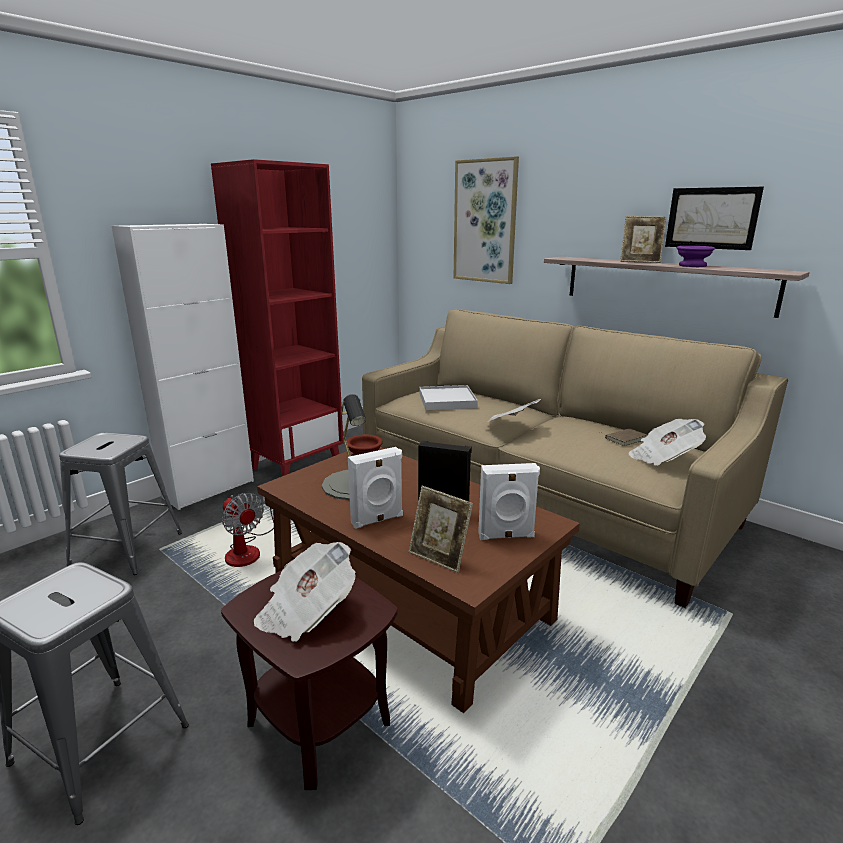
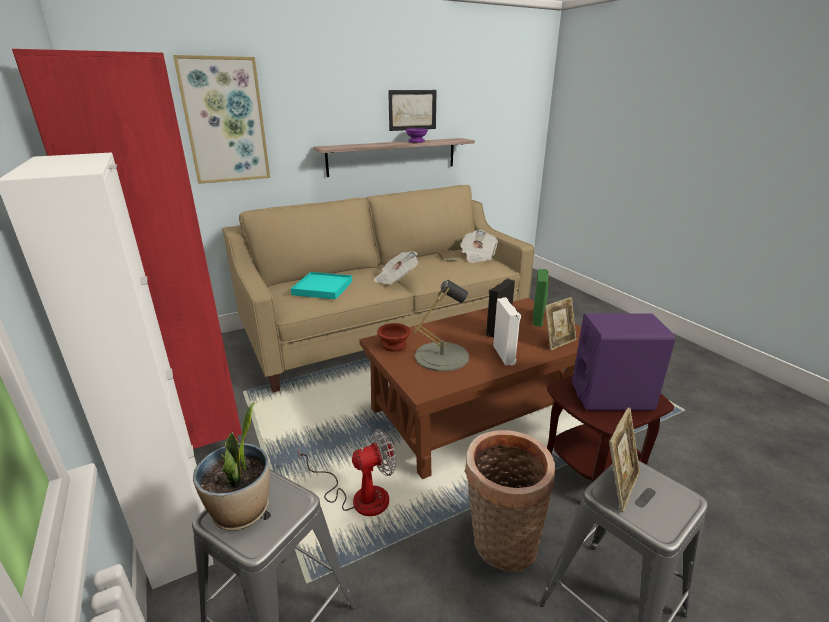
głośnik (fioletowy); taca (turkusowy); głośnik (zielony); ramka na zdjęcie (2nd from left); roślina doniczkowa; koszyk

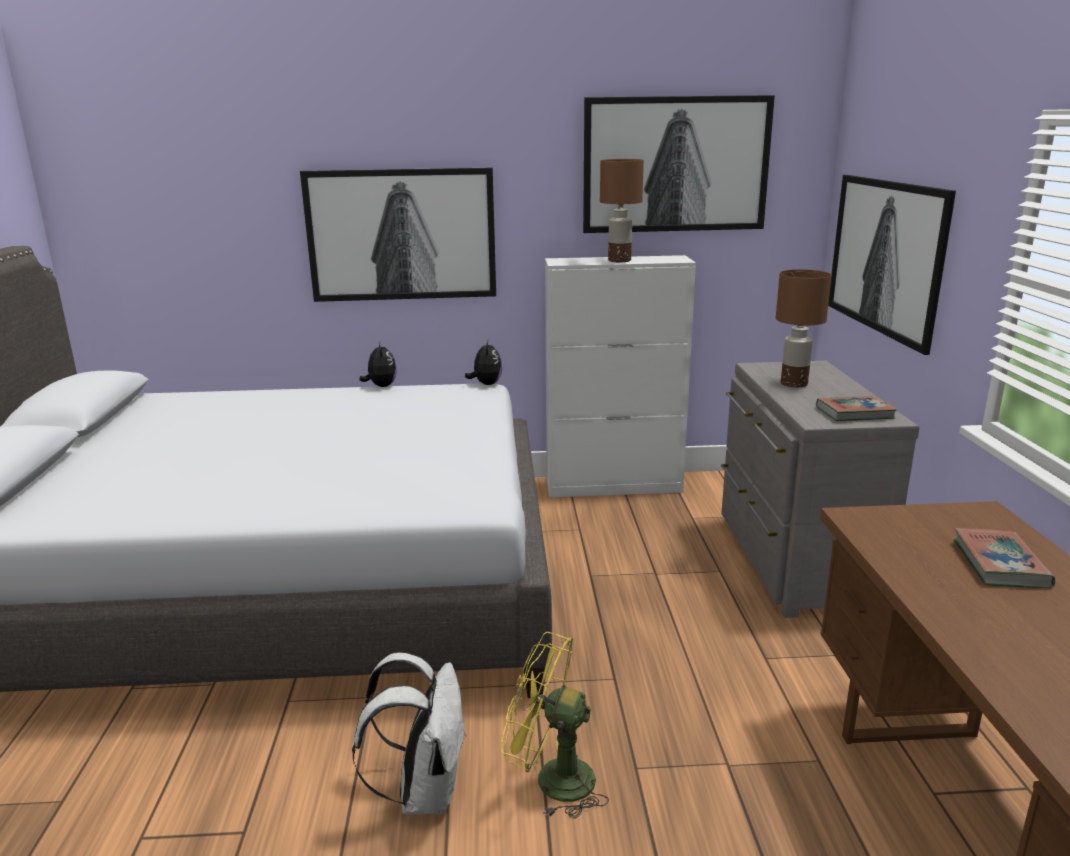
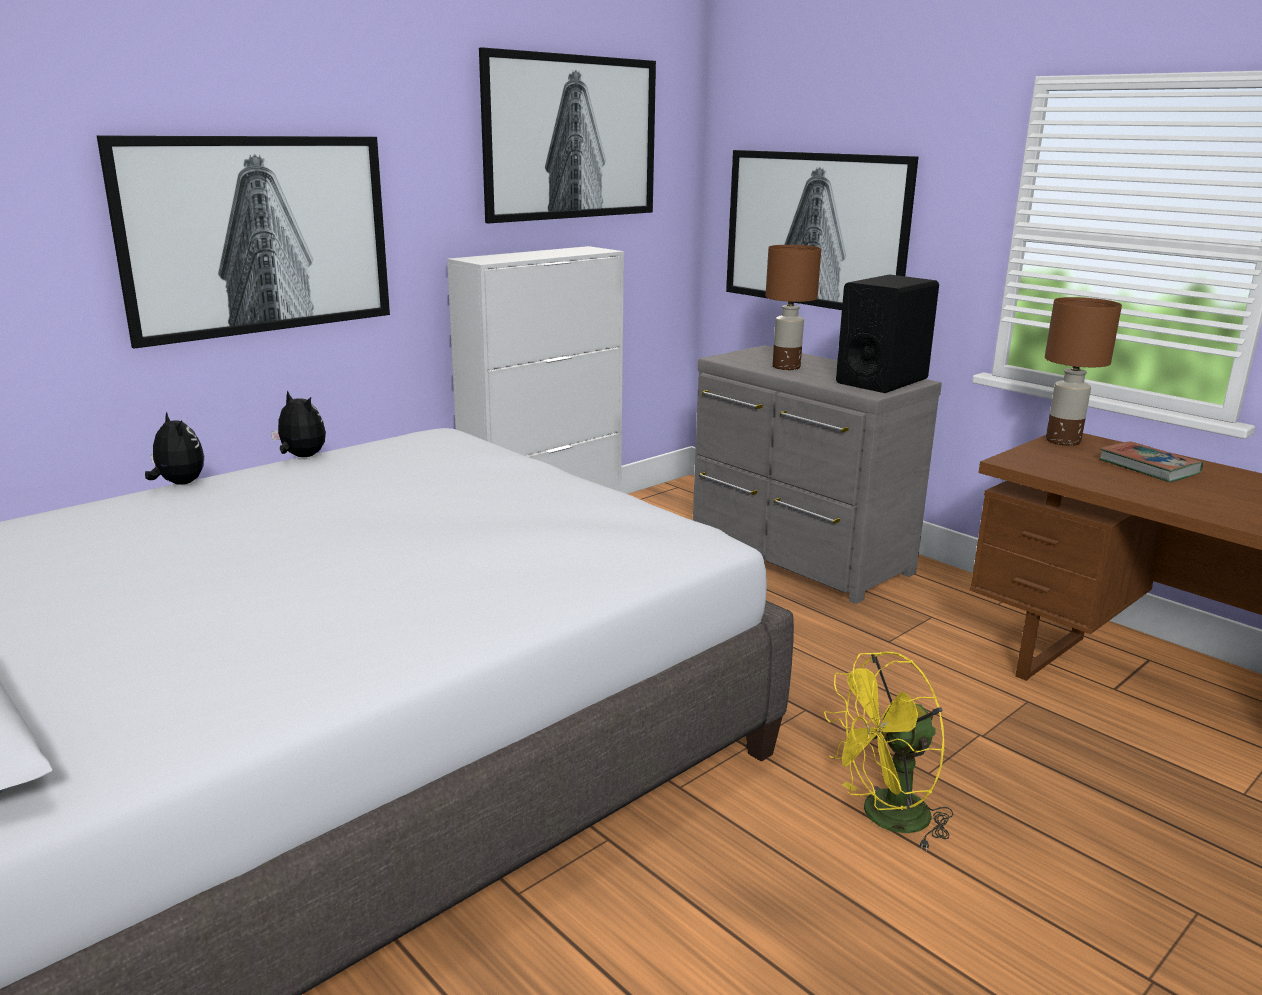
plecak (biały); pluszak (1st from left); lampa stołowa (brązowy) (2nd from left); głośnik (czarny)

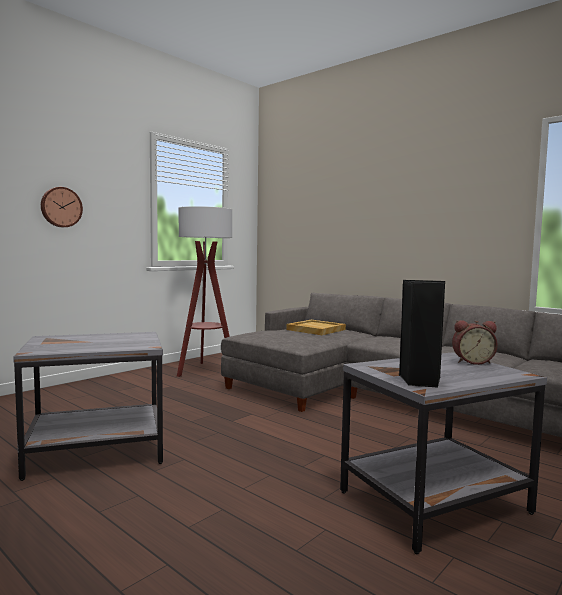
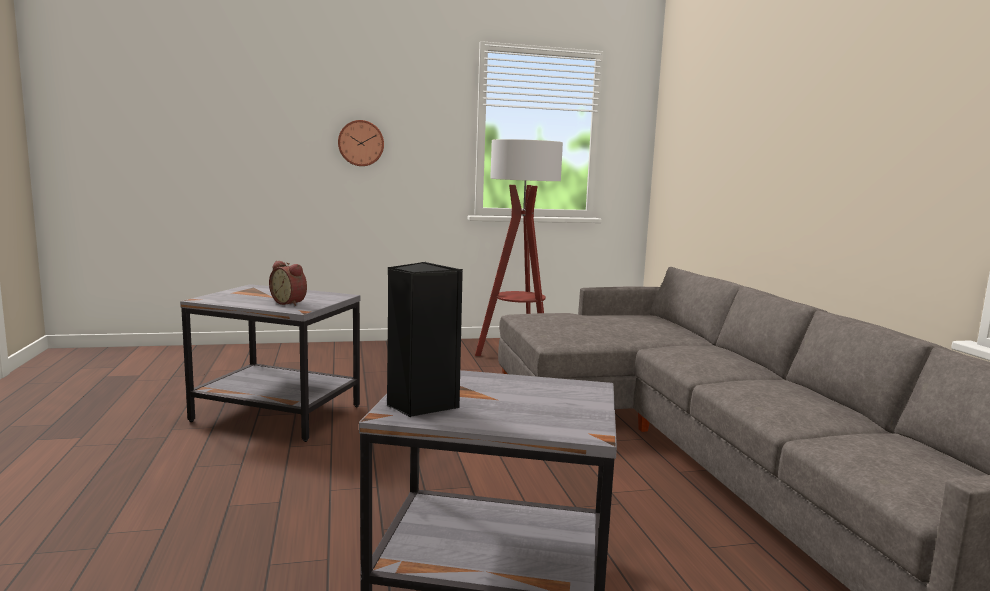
taca (beżowy); budzik

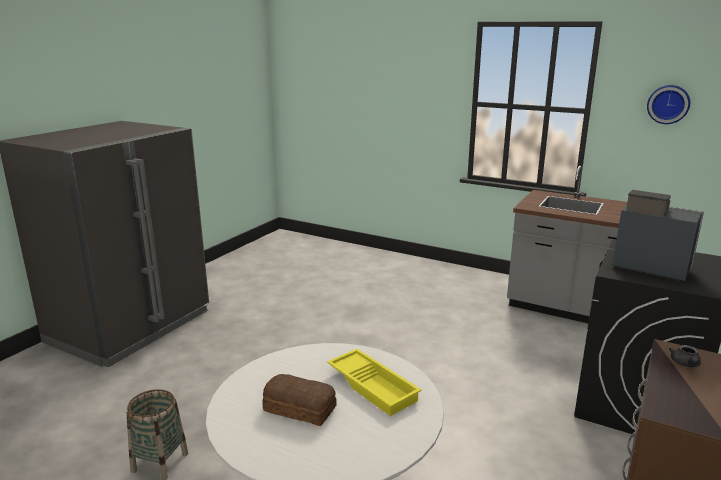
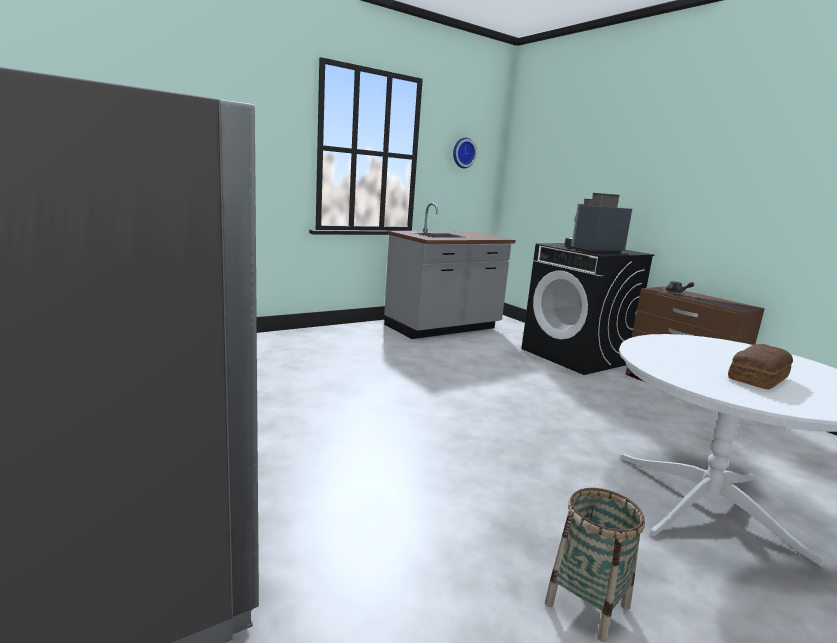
taca (żółty)

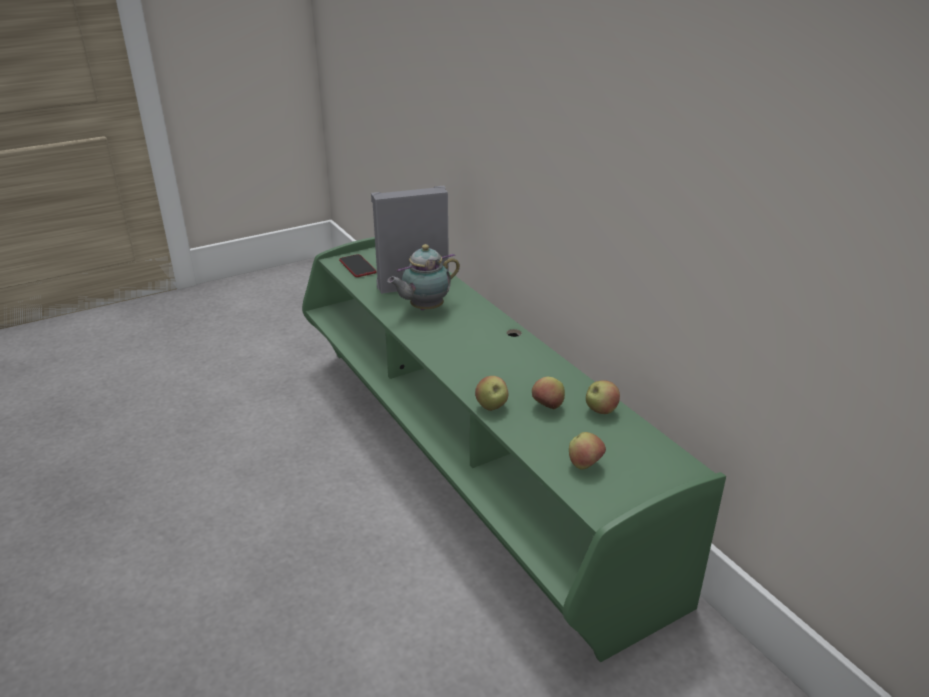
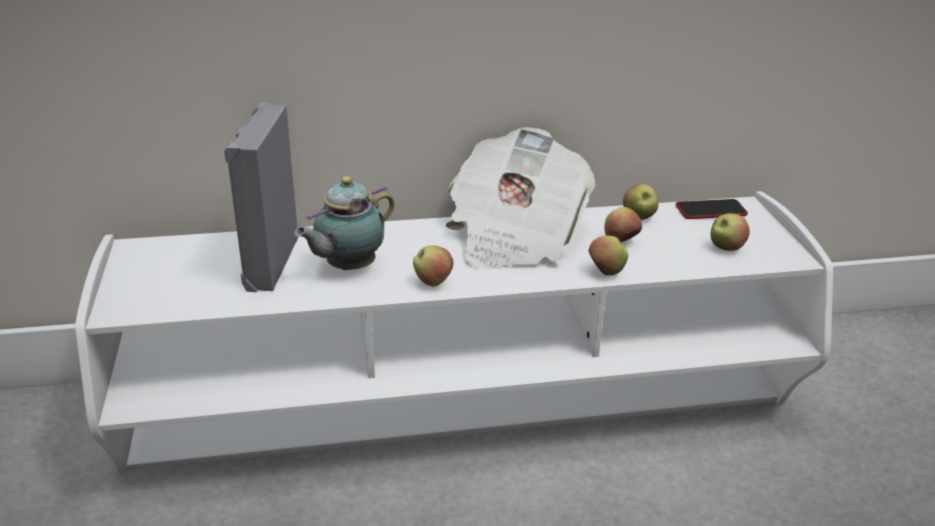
szafka pod telewizor (biały); telefon; imbryk; jabłko (1st from left); gazeta

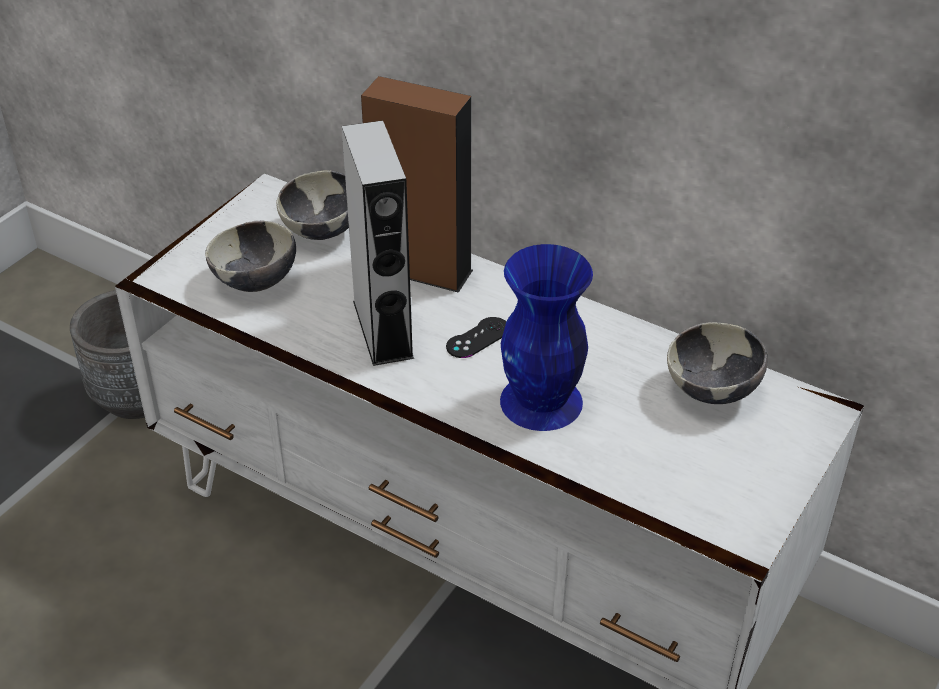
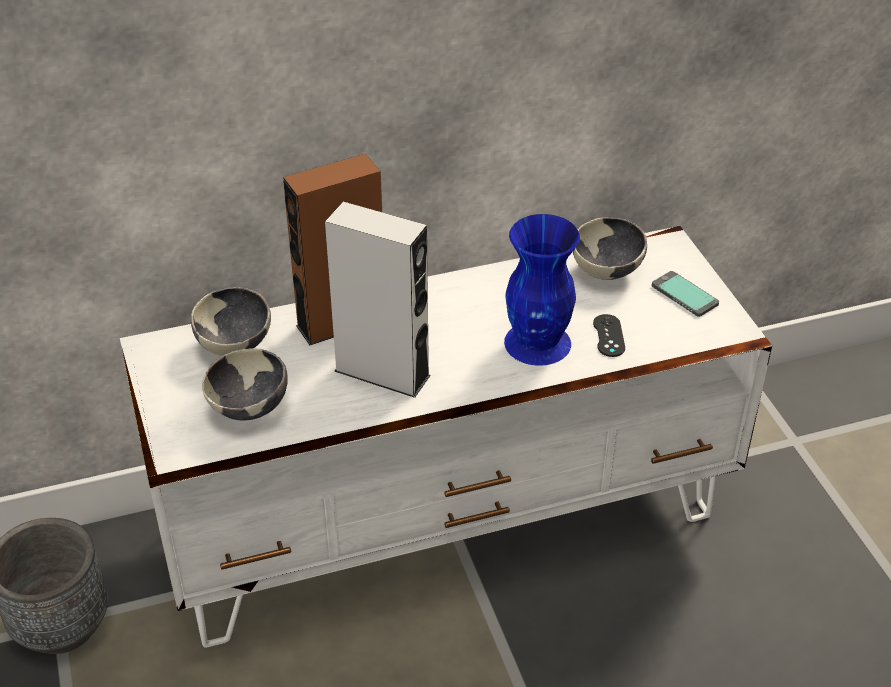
pad do gier (czarny); telefon

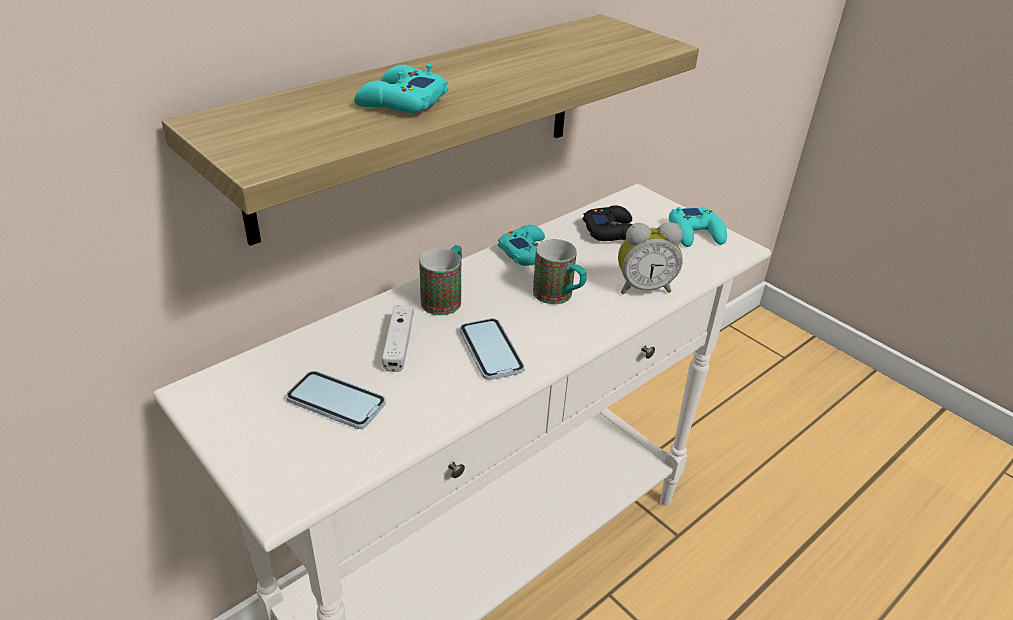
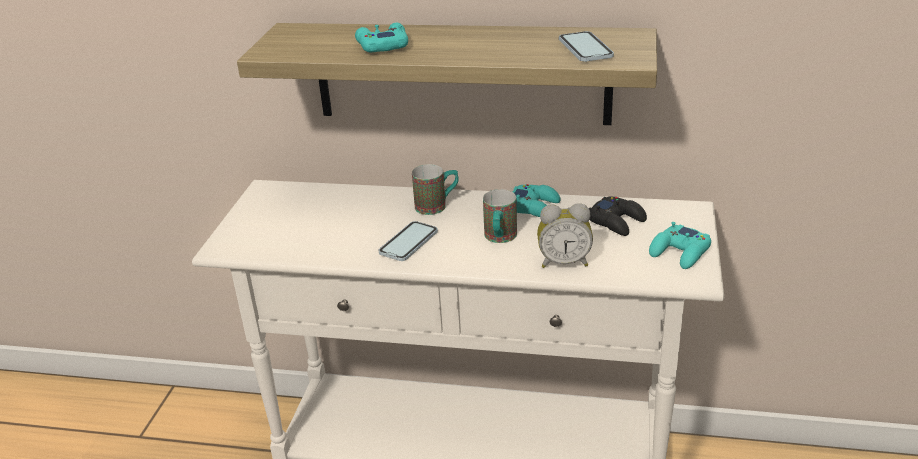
telefon (2nd from left); pad do gier (biały); budzik

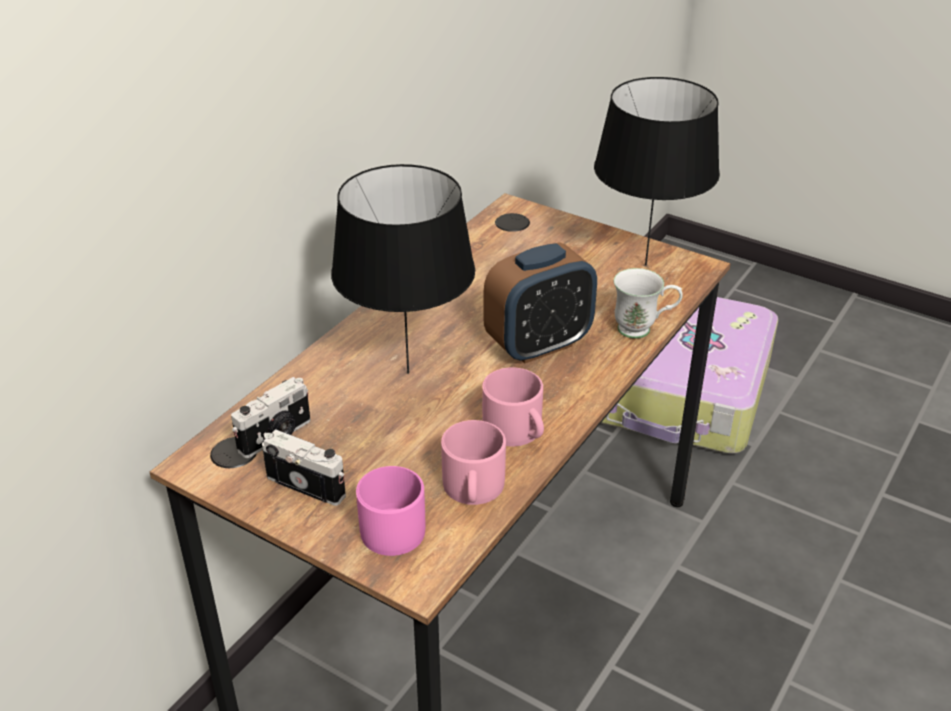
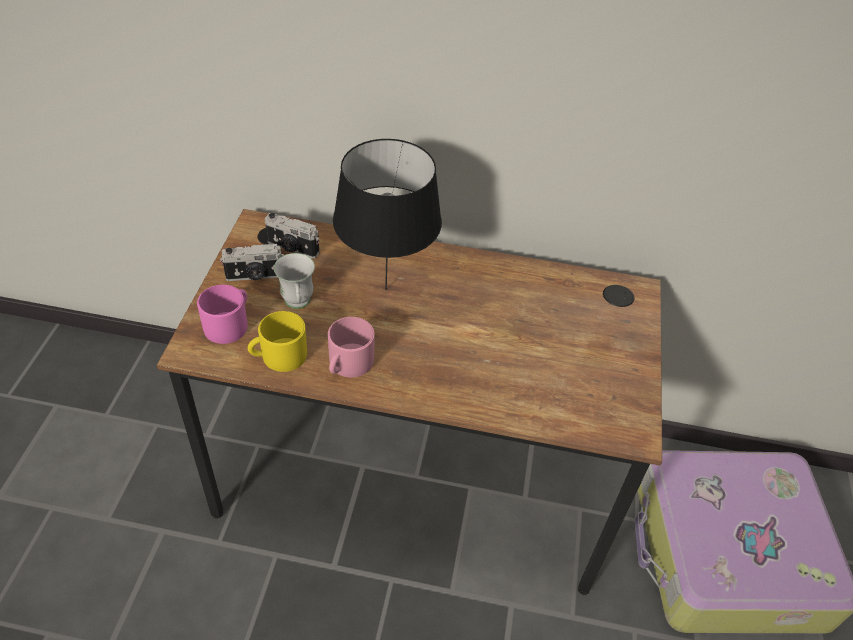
aparat fotograficzny (1st from left); kubek (żółty); budzik; lampa stołowa (czarny) (2nd from left in the first image); kubek (biały)

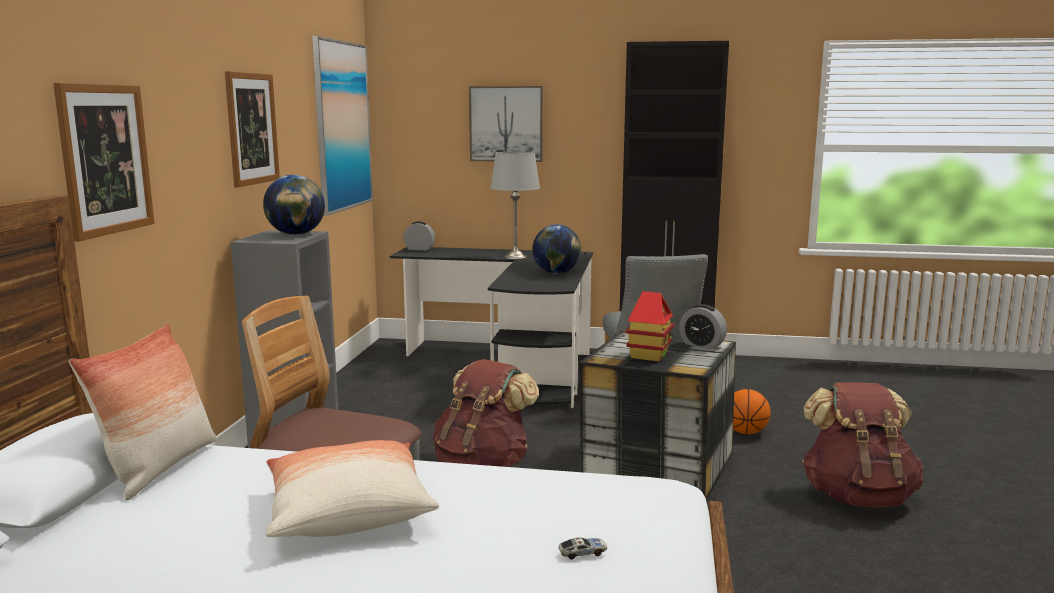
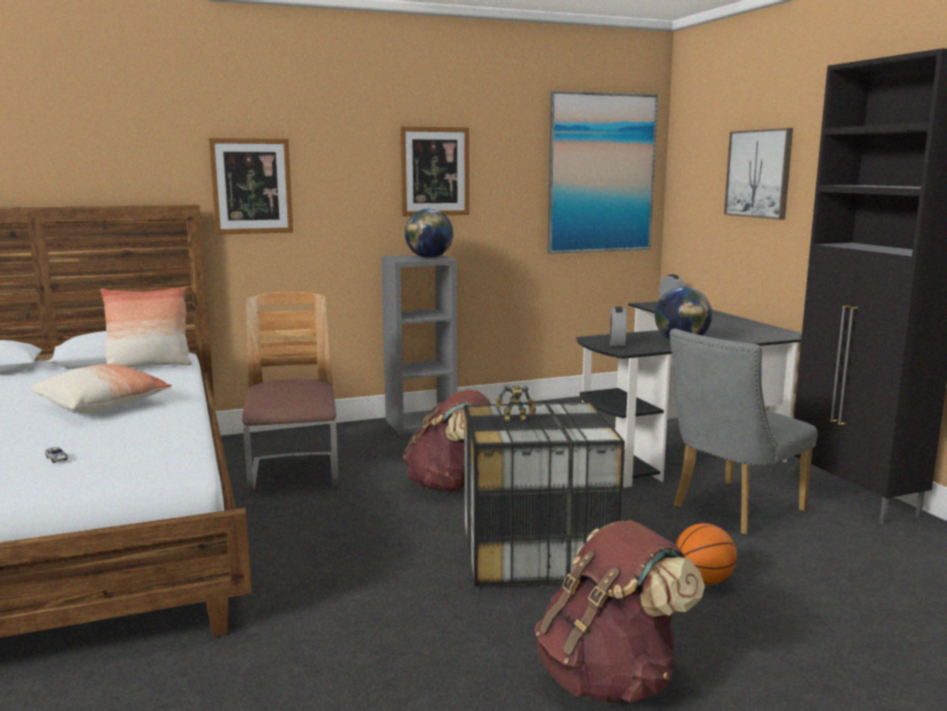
lampa stołowa (szary); robot zabawkowy; budzik (1st from left)

